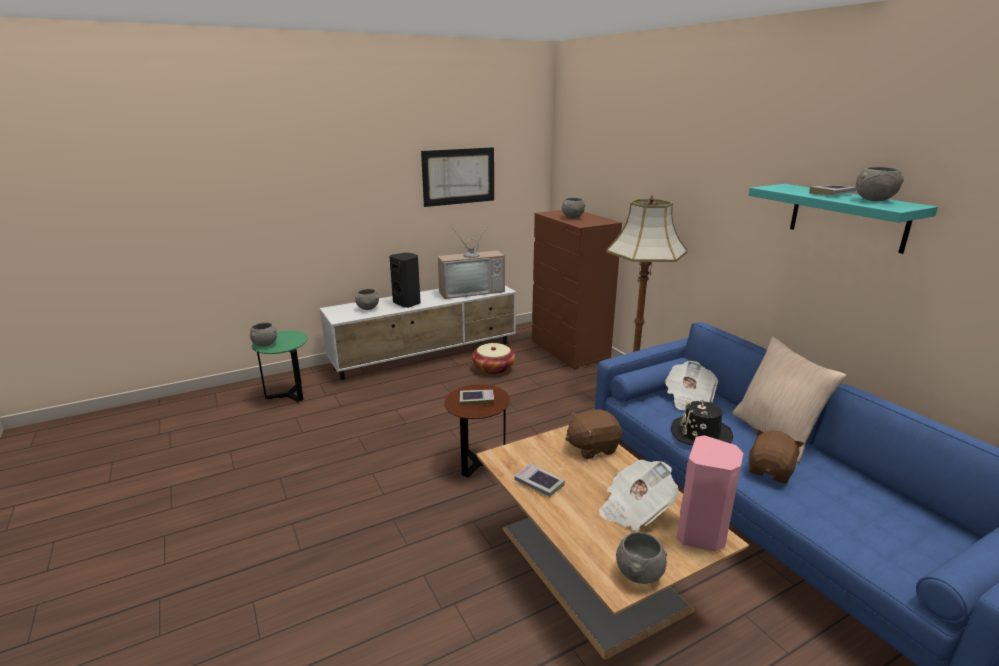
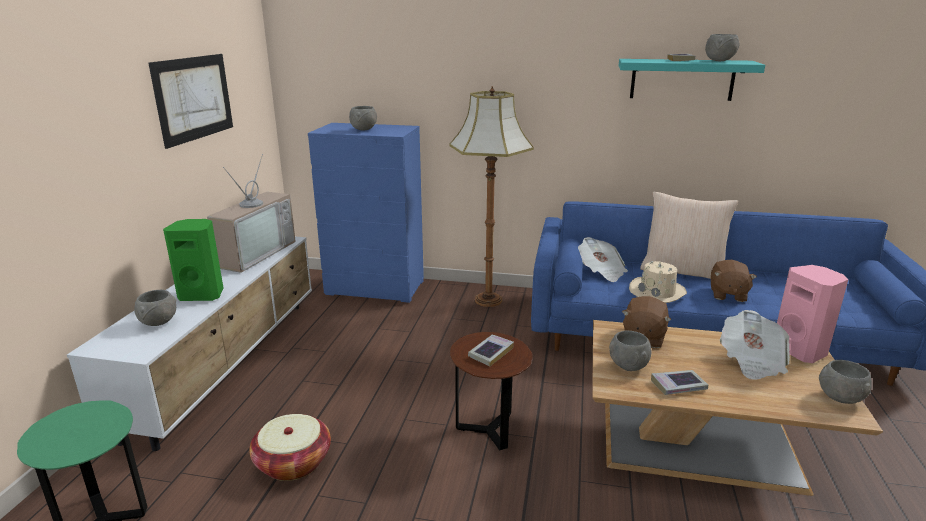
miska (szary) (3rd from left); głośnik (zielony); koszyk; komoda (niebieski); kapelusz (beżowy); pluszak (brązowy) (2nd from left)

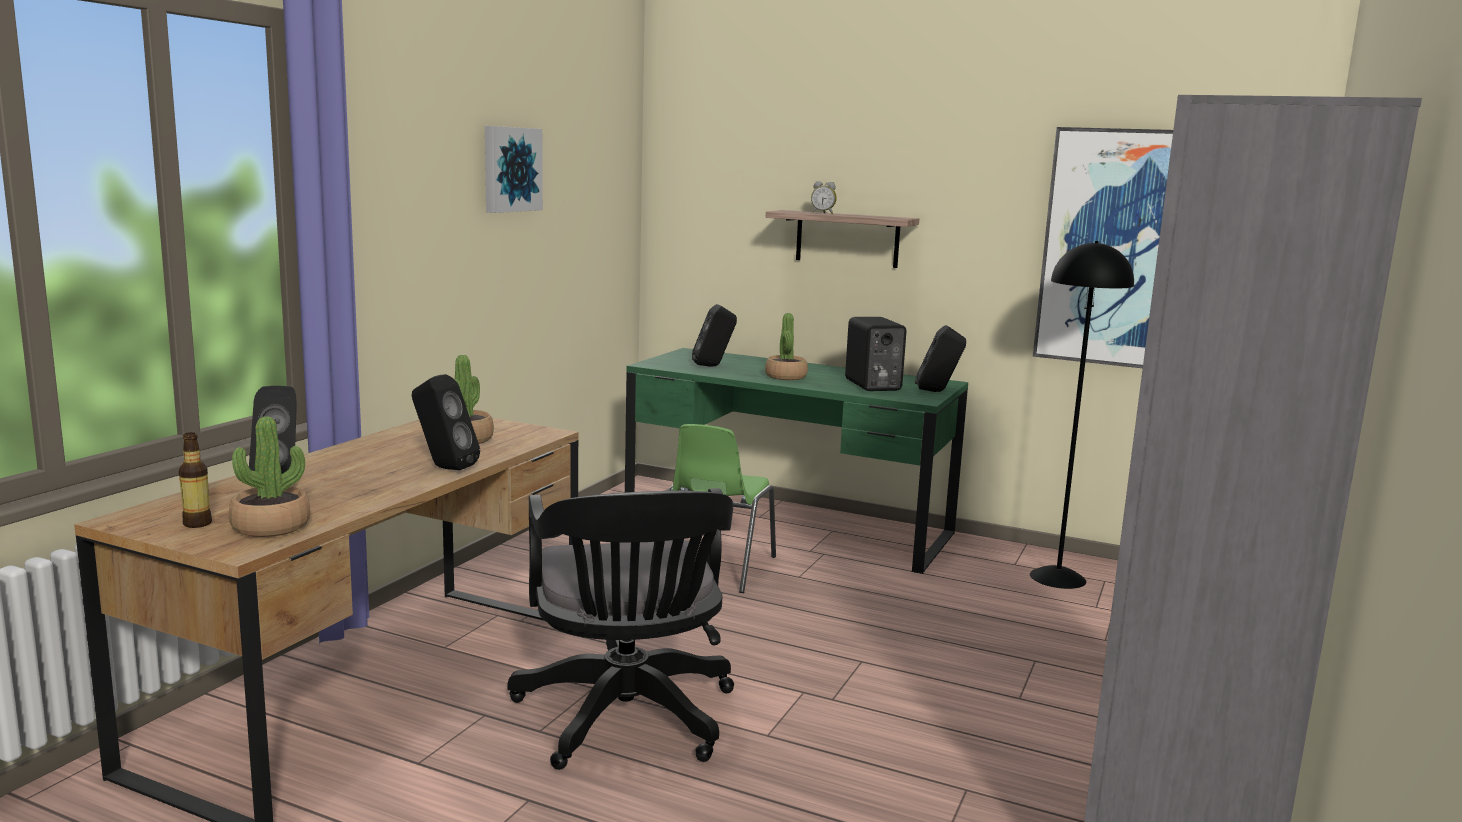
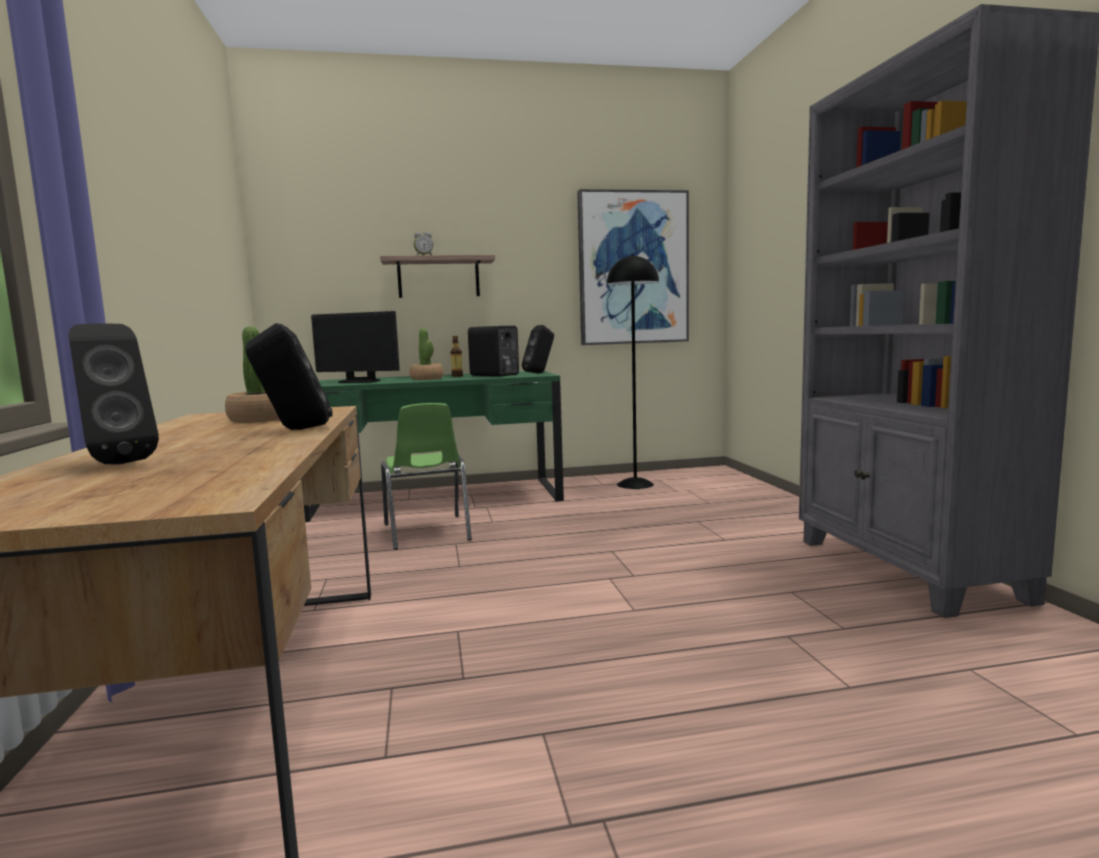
butelka; roślina doniczkowa (1st from left in the first image); obraz (1st from left in the first image); krzesło biurowe (czarny); monitor

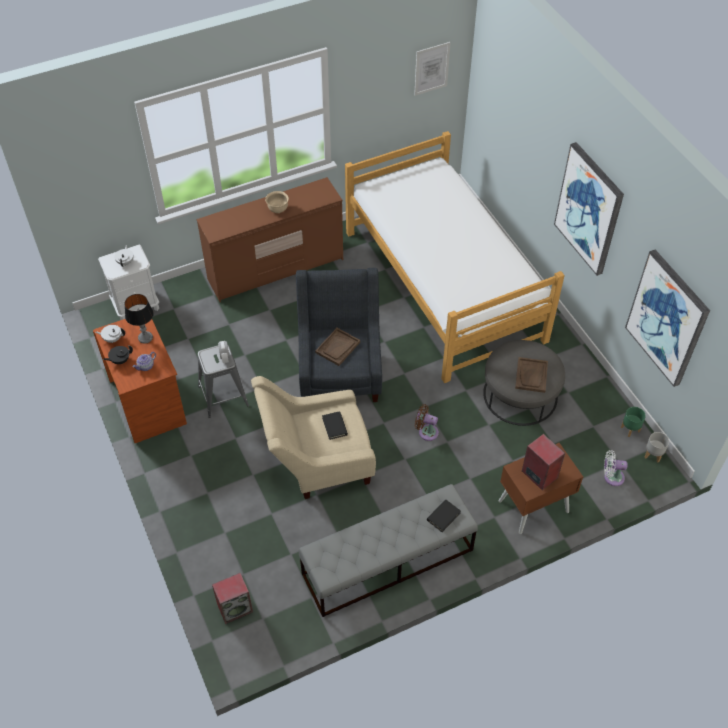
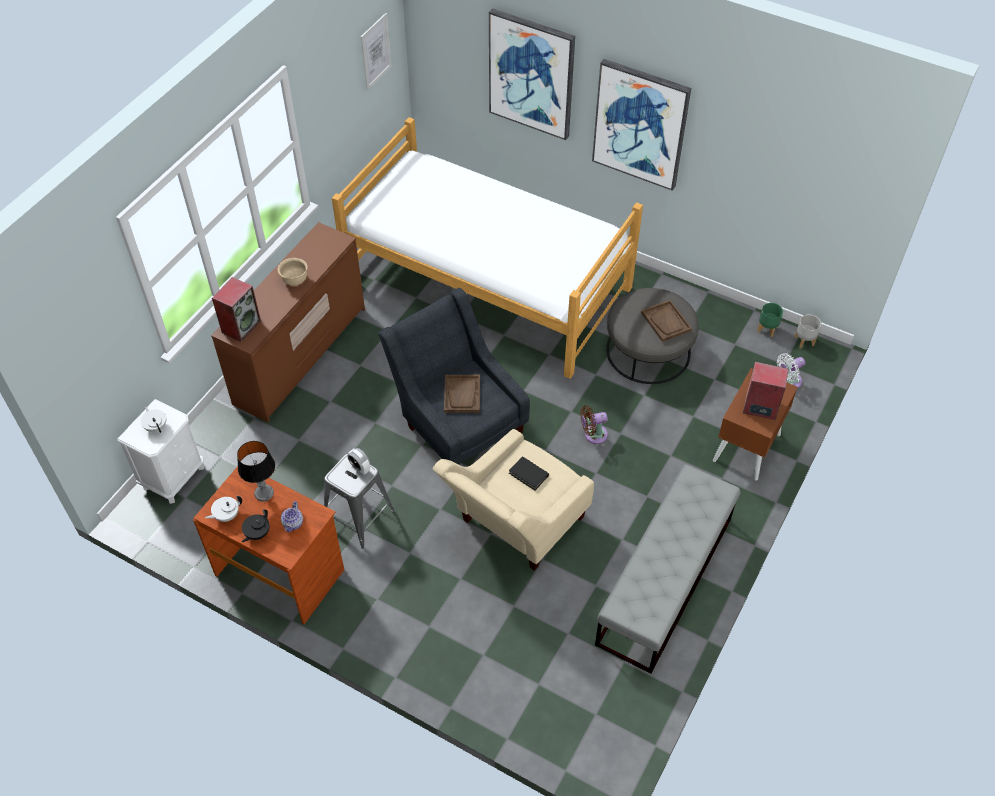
głośnik (1st from left); książka (czarny) (2nd from left in the first image); obraz (2nd from left)

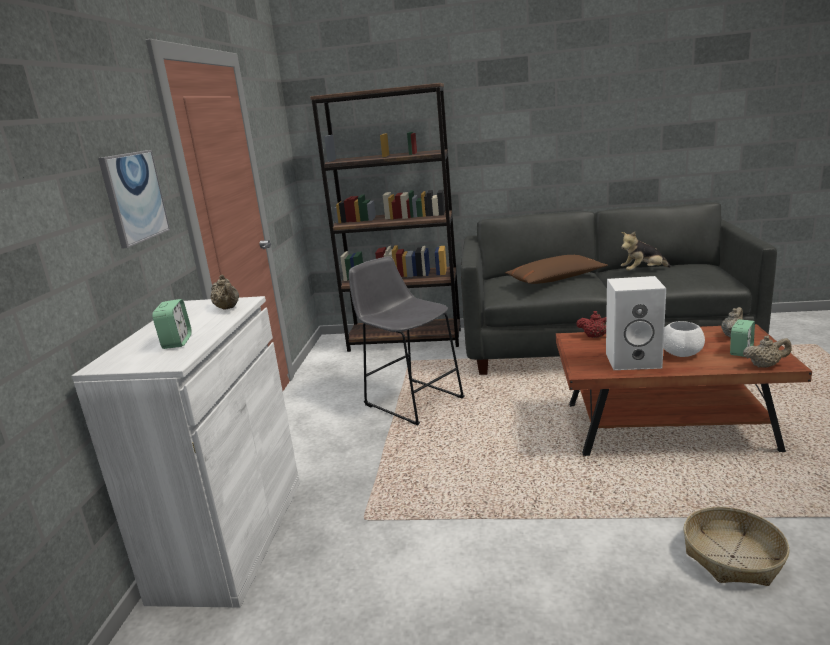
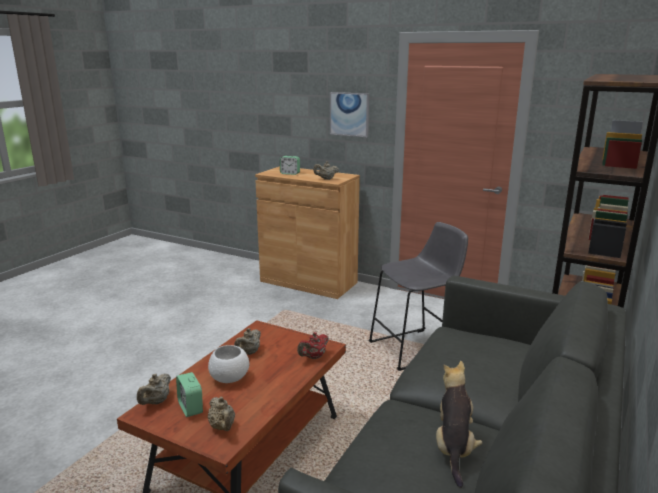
szafka (brązowy); poduszka (brązowy); imbryk (beżowy) (3rd from left); koszyk

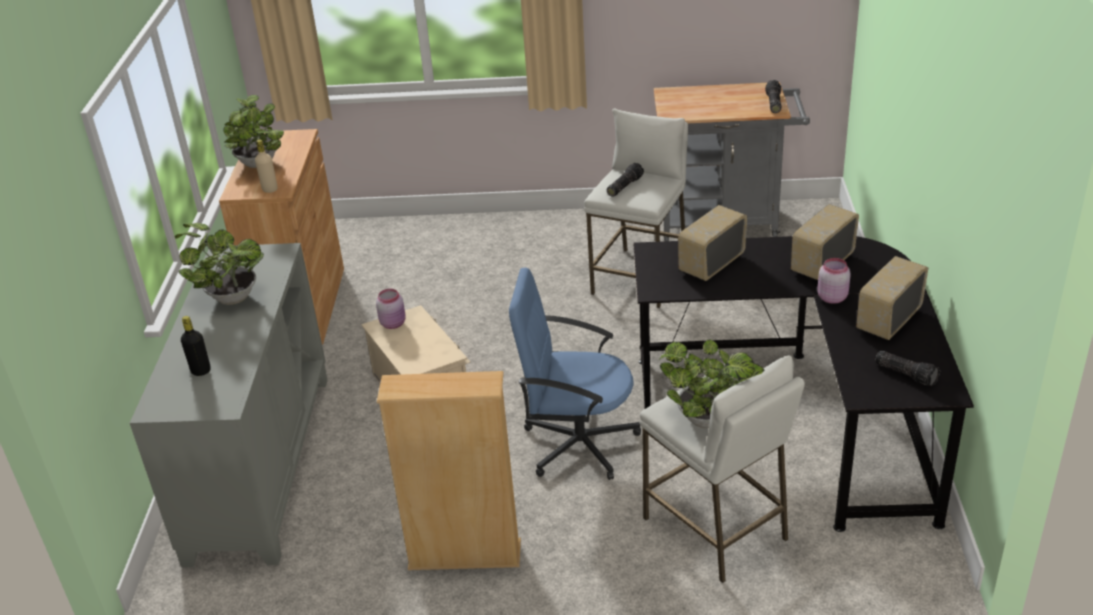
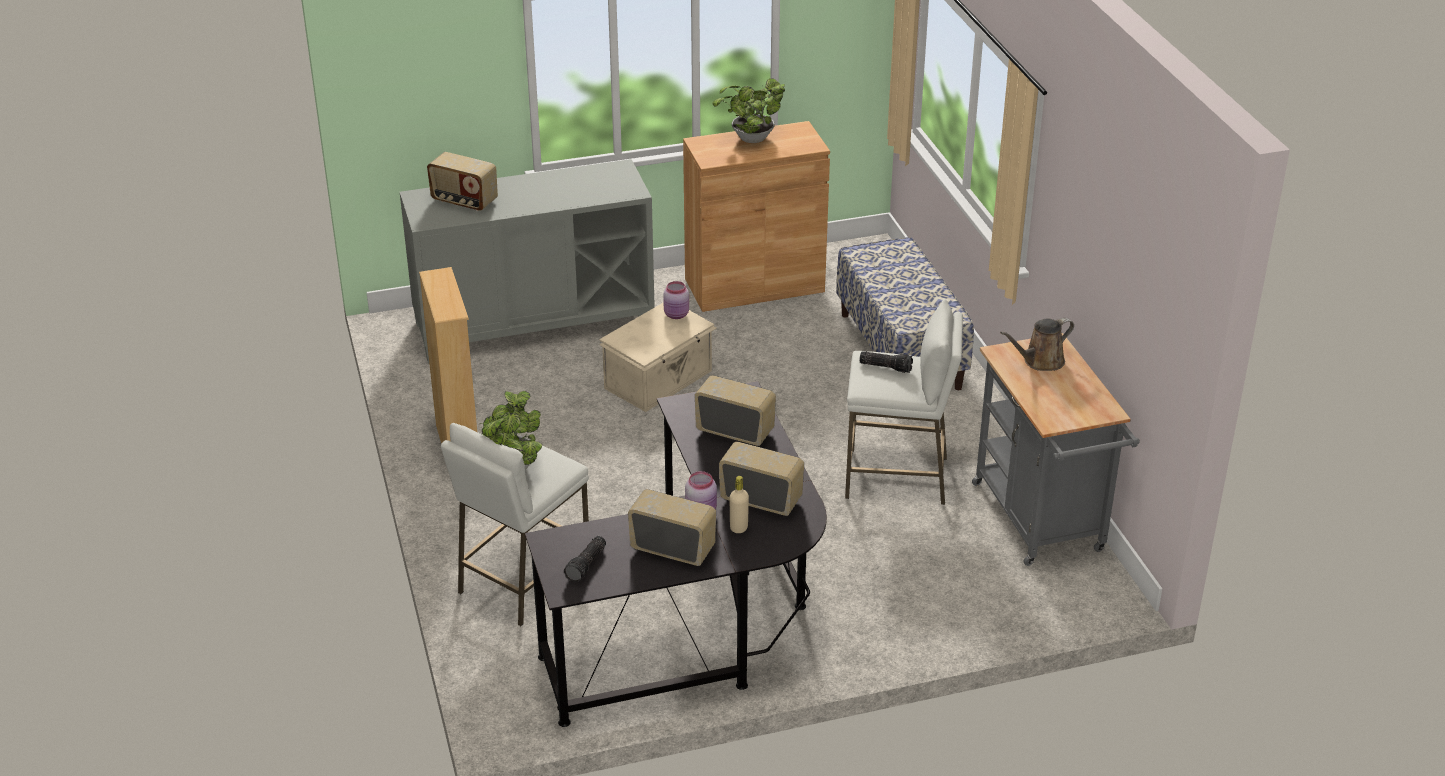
roślina doniczkowa (1st from left in the first image); radio (1st from left); butelka (beżowy); krzesło biurowe (niebieski); latarka (2nd from left in the first image); ławka; konewka (brązowy)

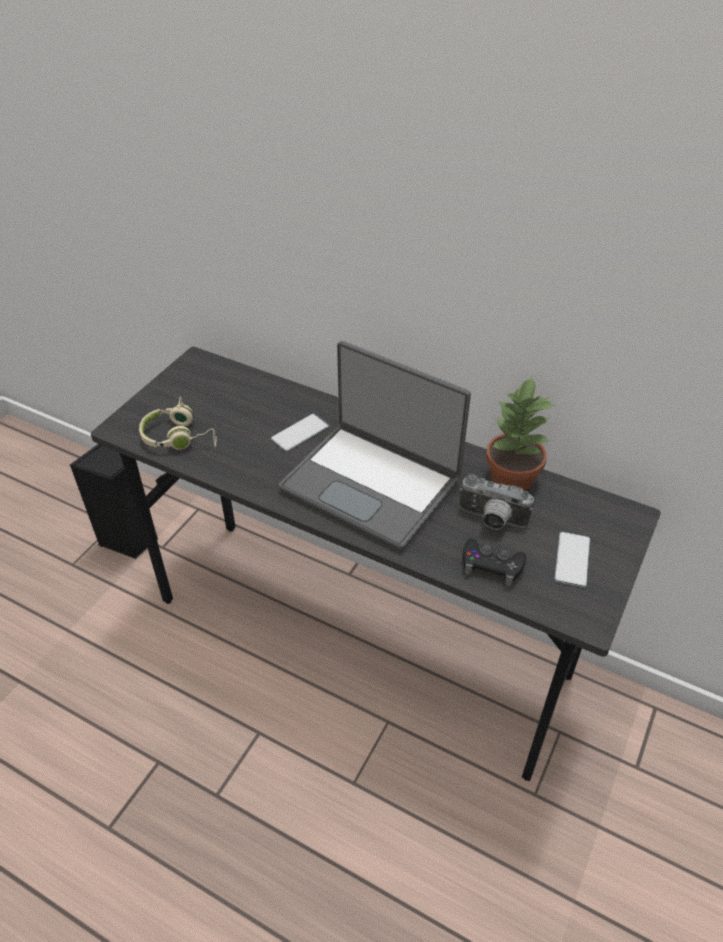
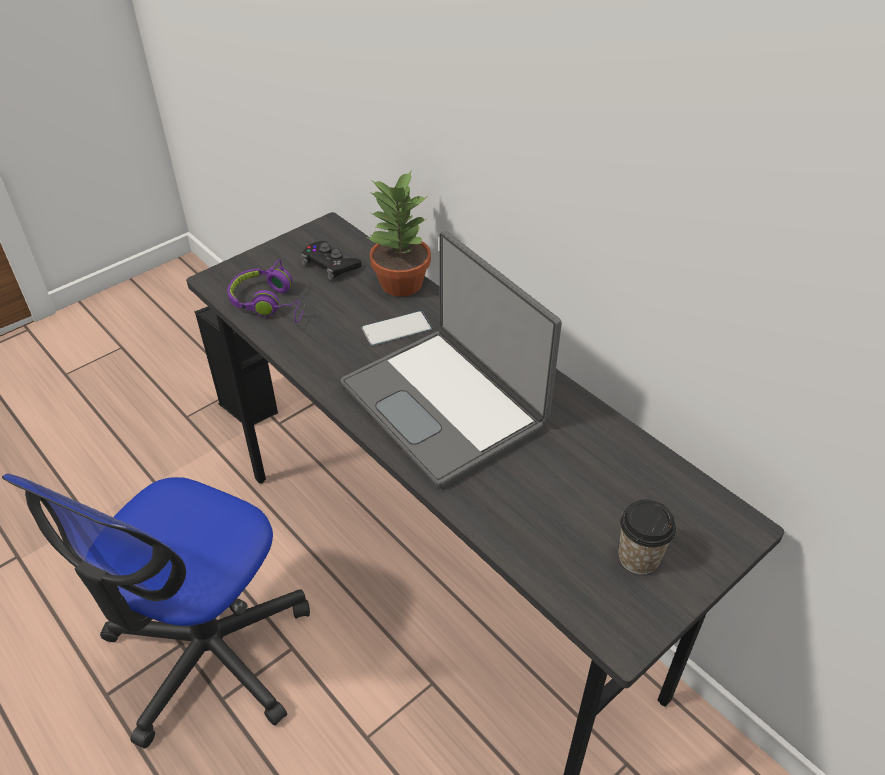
słuchawki (fioletowy); aparat fotograficzny; pad do gier (czarny); roślina doniczkowa; filiżanka; krzesło biurowe

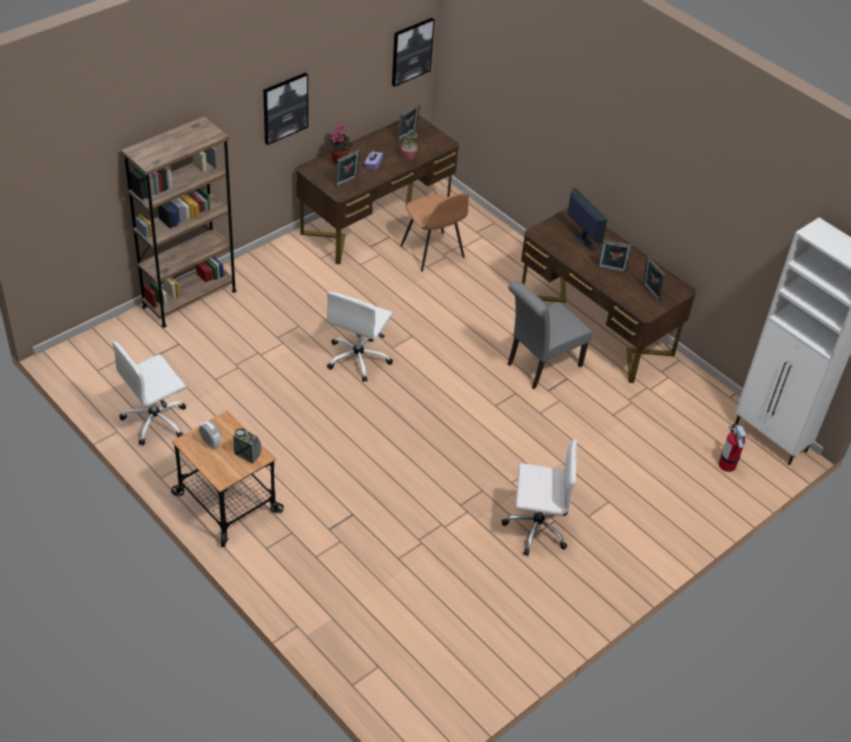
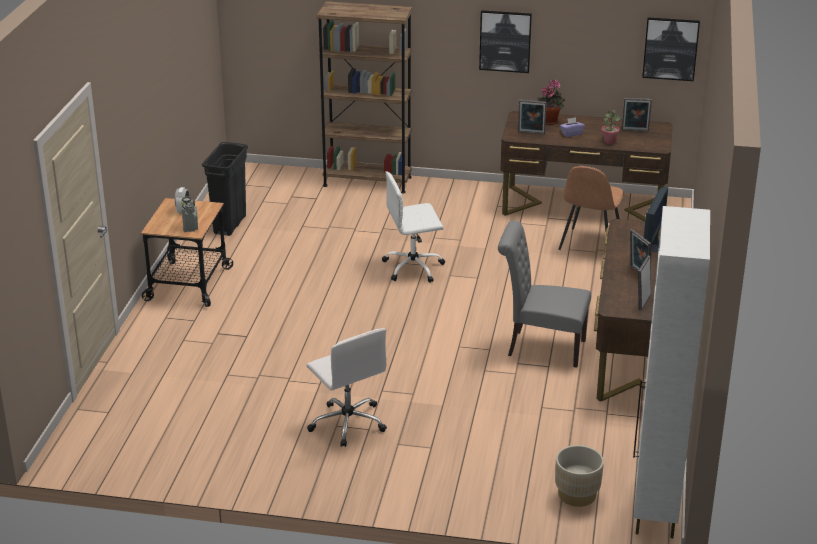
kosz na śmieci (czarny); donica (beżowy)

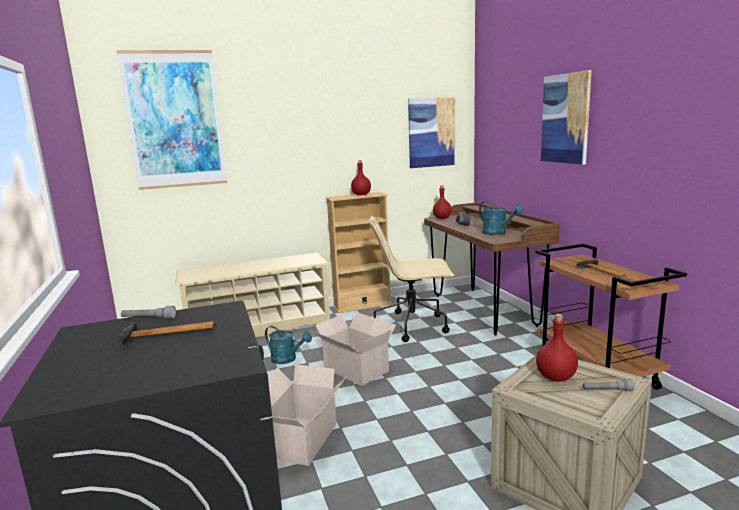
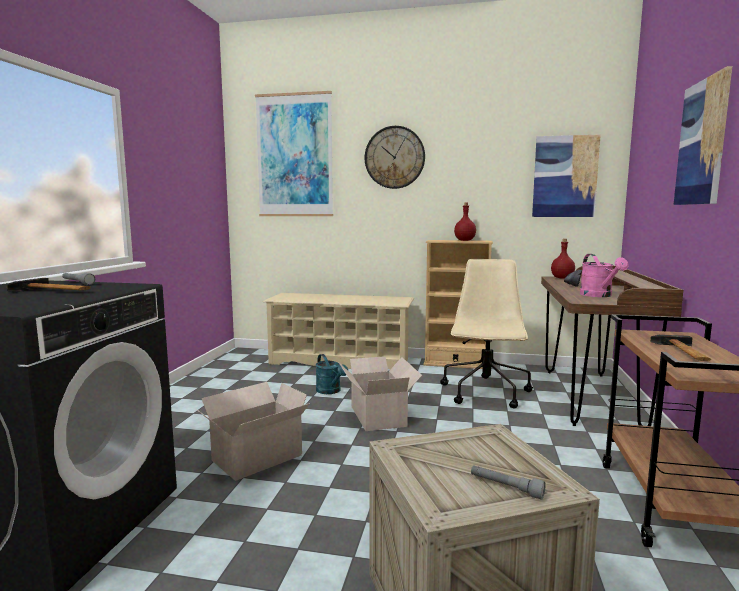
krzesło biurowe (beżowy); konewka (różowy); butelka (czerwony) (3rd from left in the first image); zegar ścienny

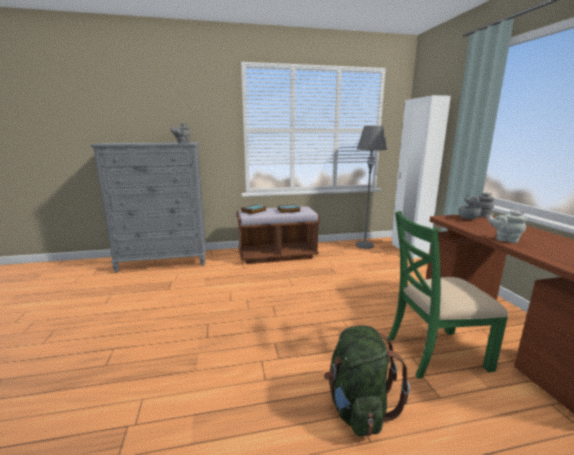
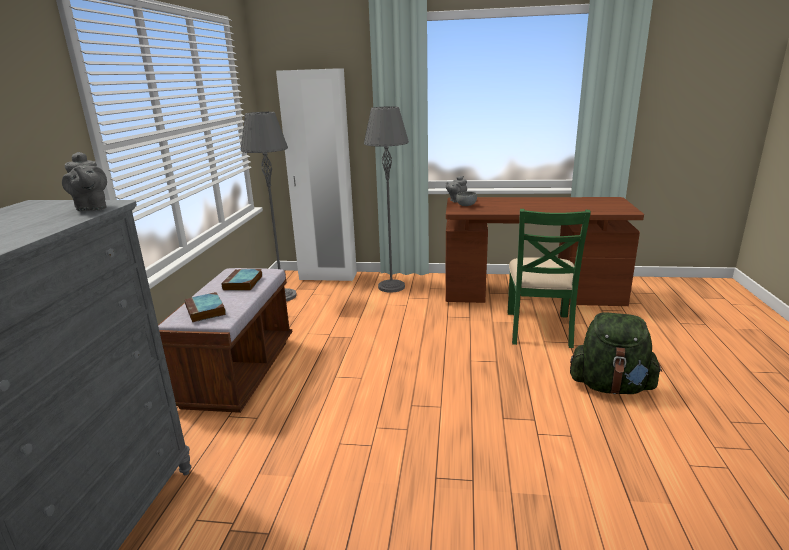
imbryk (szary) (3rd from left in the first image); lampa stojąca (szary) (2nd from left)

